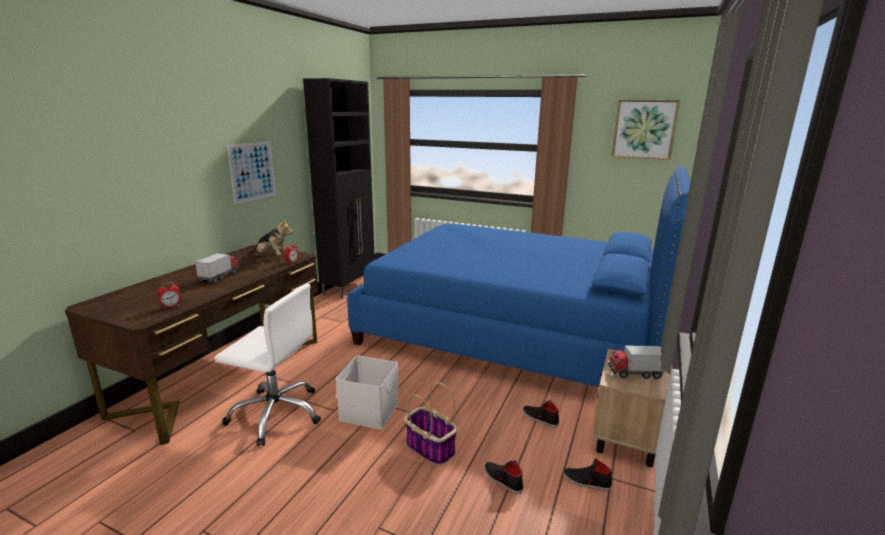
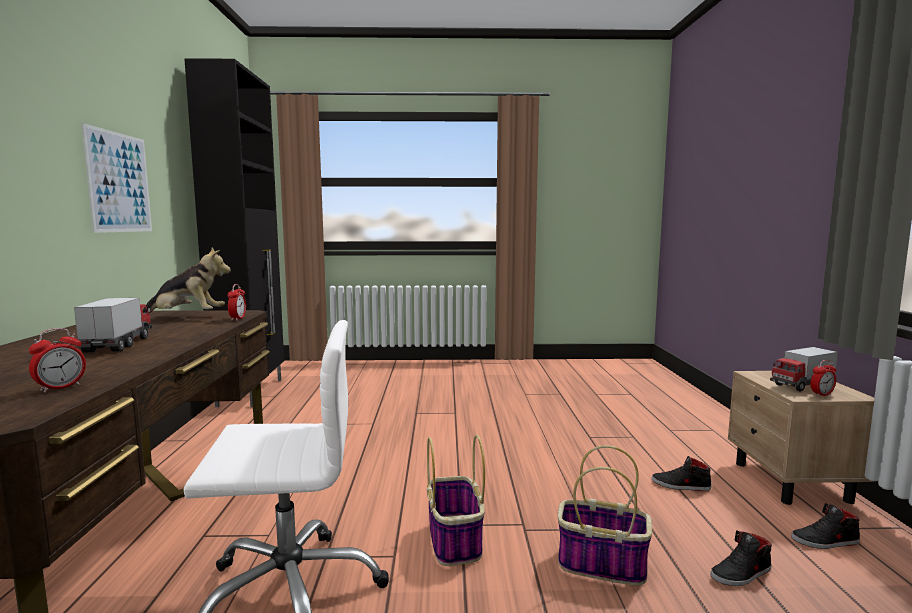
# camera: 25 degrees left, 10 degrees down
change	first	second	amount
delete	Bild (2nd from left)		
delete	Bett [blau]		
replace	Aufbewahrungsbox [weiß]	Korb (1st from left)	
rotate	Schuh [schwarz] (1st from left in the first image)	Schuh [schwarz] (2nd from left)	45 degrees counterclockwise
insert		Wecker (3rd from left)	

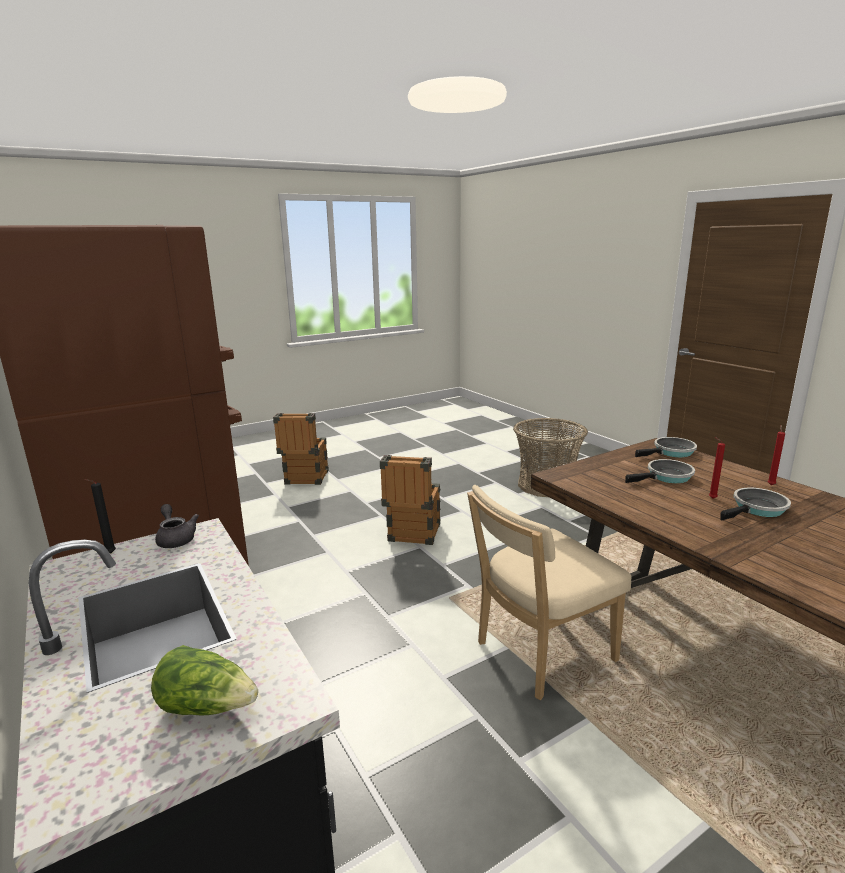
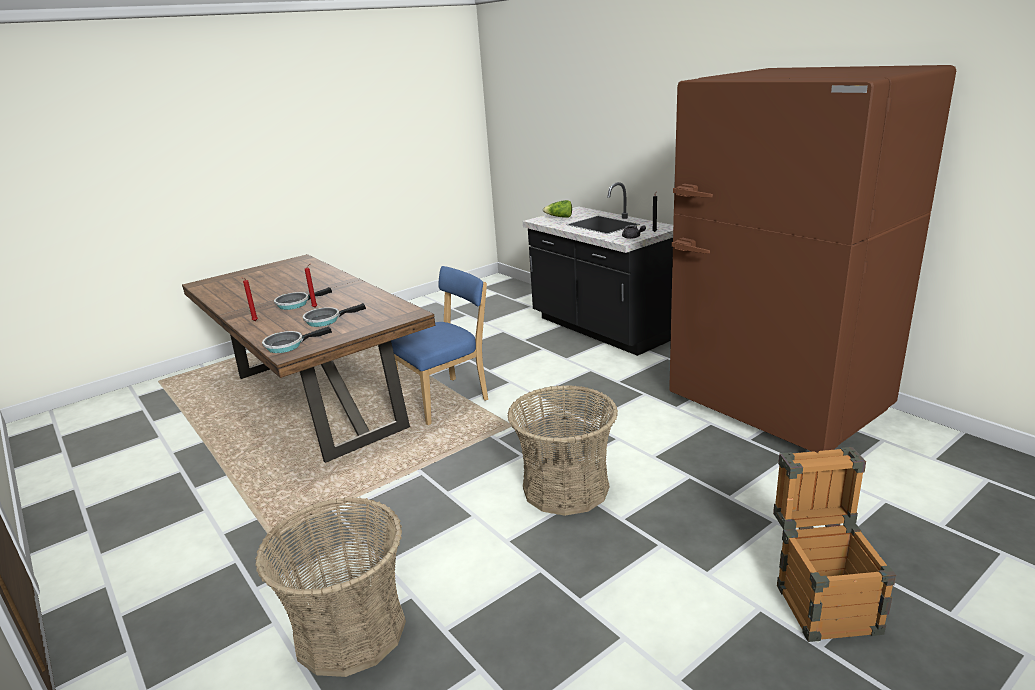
# camera: 175 degrees right, 5 degrees up
change	first	second	amount
replace	Kiste (2nd from left)	Korb (2nd from left)	
recolor	Stuhl [beige]	Stuhl [blau]	

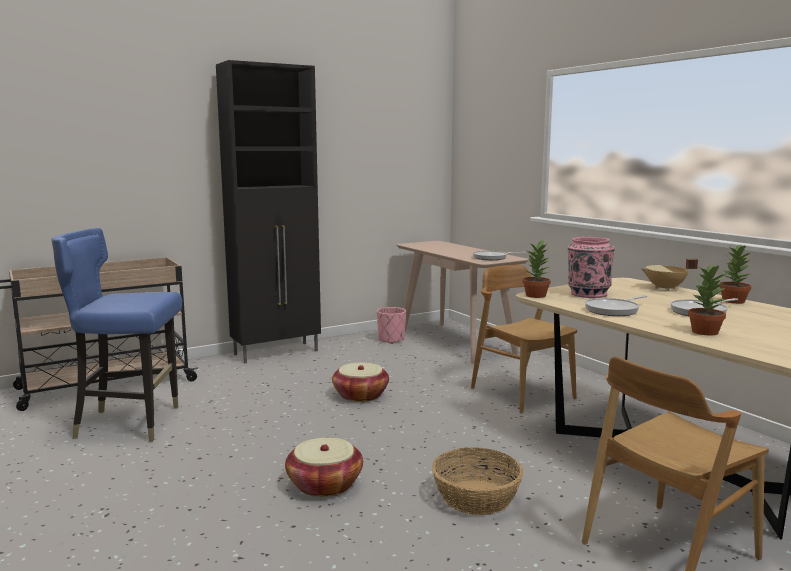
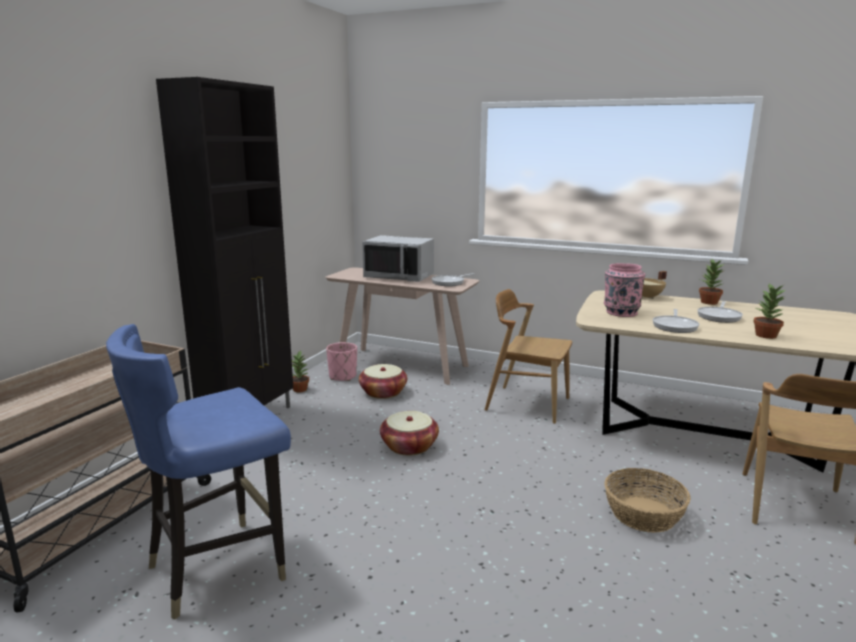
# camera: 35 degrees left, 5 degrees up
change	first	second	amount
move	Topfpflanze (1st from left)		
move	Korb (1st from left)		
insert		Mikrowelle [grau]	

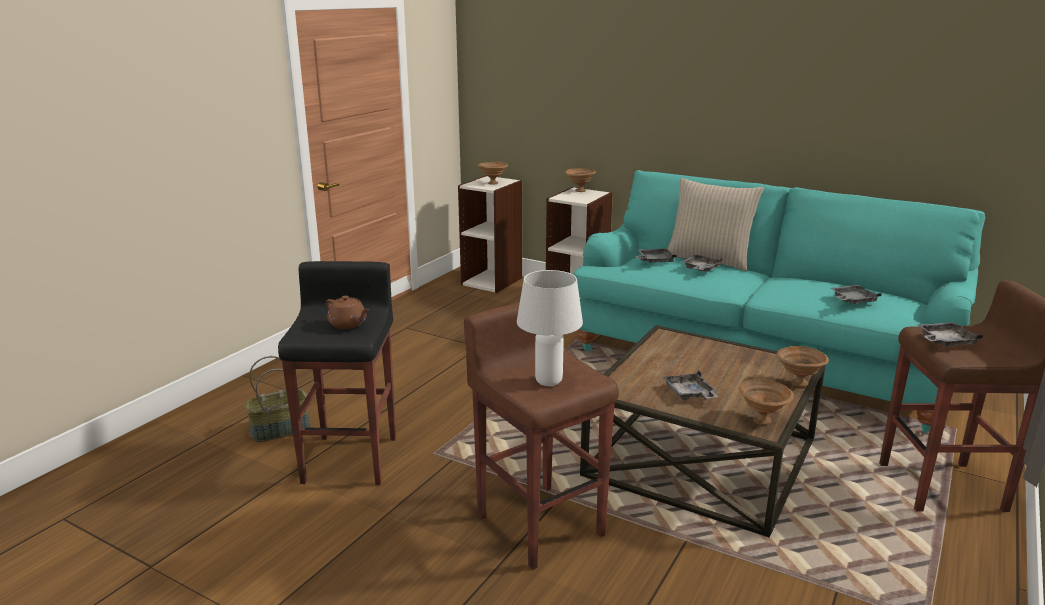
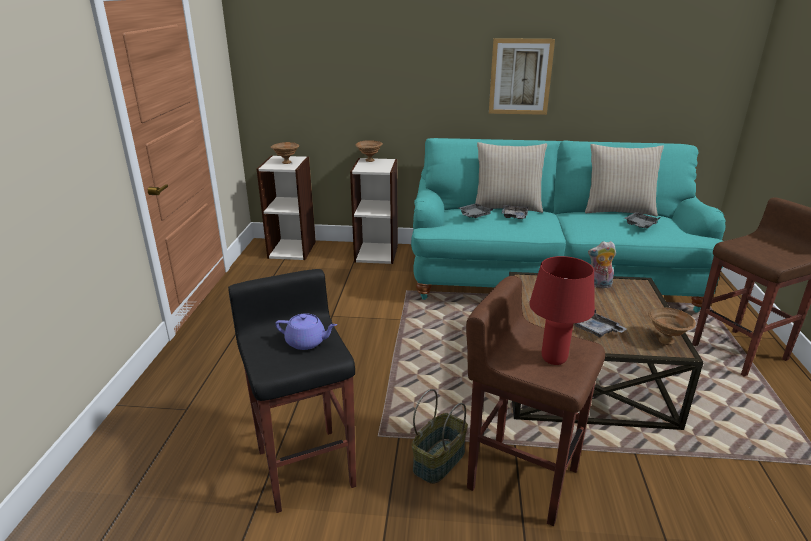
# camera: 25 degrees left, 5 degrees up
change	first	second	amount
recolor	Tischlampe [weiß]	Tischlampe [rot]	
recolor	Teekanne [braun]	Teekanne [lila]	
delete	Tablett [grau] (5th from left)		
delete	Schüssel [braun] (4th from left)		
move	Korb		
insert		Bild	
insert		Kissen [beige] (2nd from left)	
insert		Plüschtier	

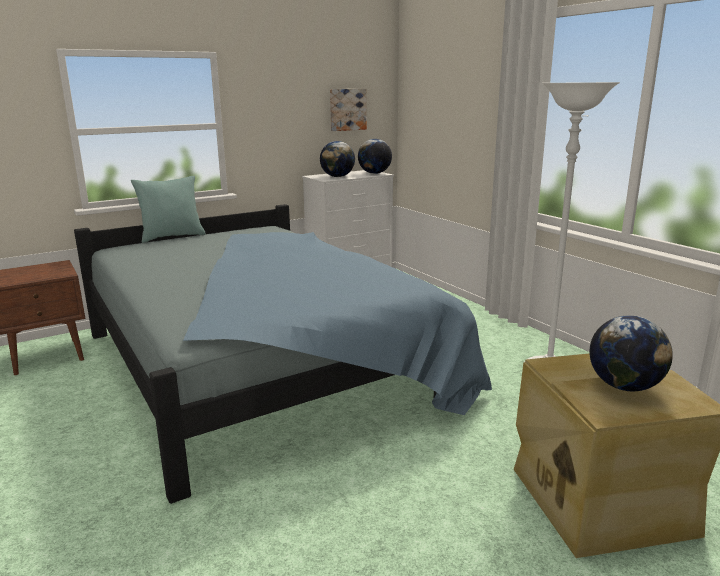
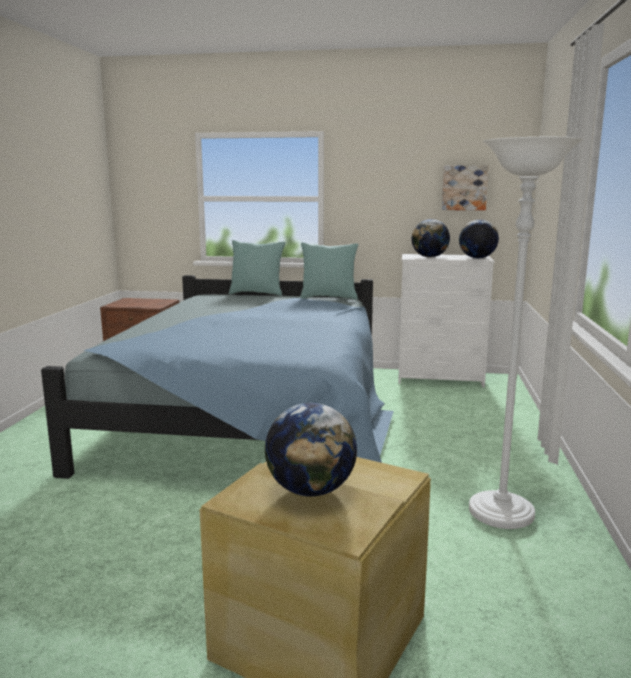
# camera: 40 degrees right, 5 degrees down
change	first	second	amount
insert		Kissen [türkis] (2nd from left)	

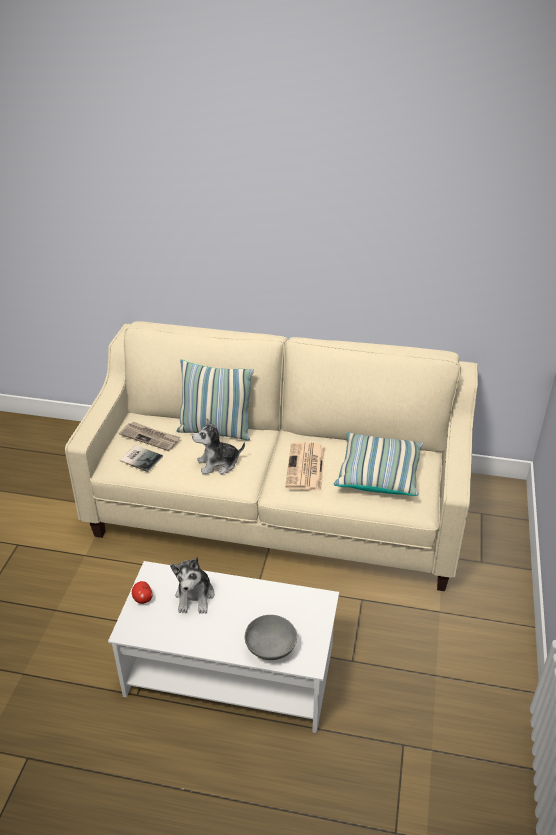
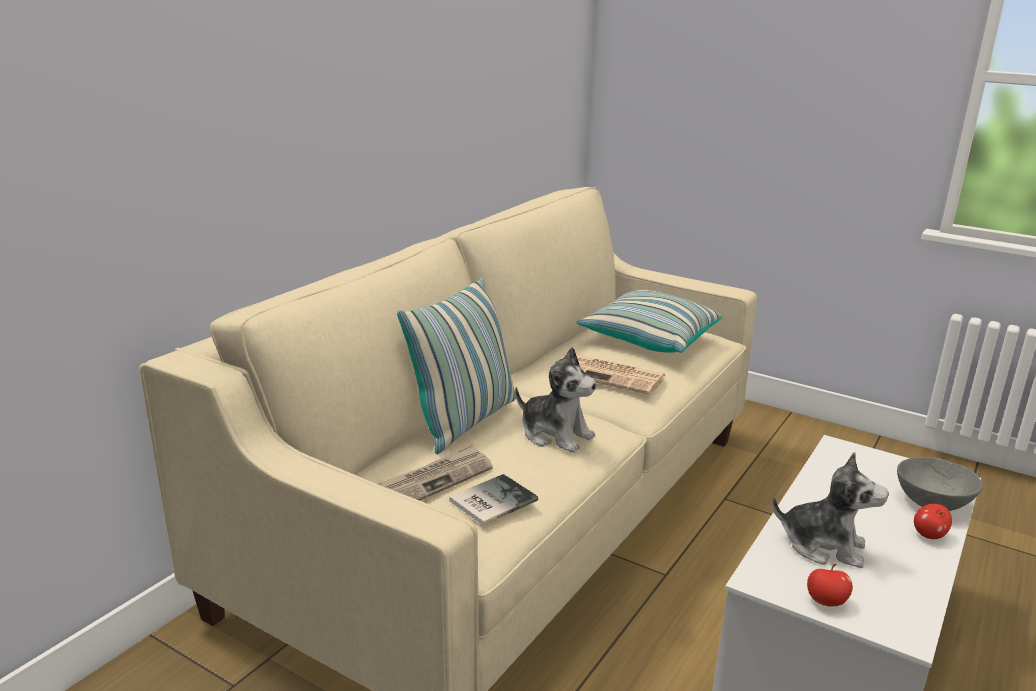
# camera: 70 degrees left, 15 degrees down
change	first	second	amount
rotate	Plüschtier (2nd from left in the first image)	Plüschtier (1st from left)	60 degrees counterclockwise
insert		Apfel (2nd from left)	

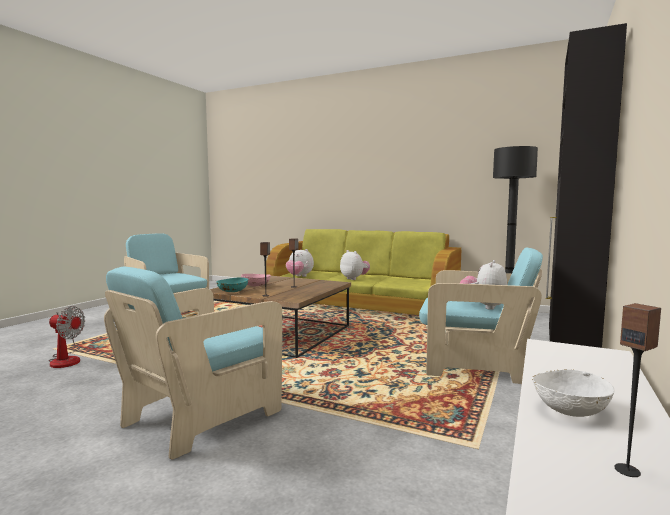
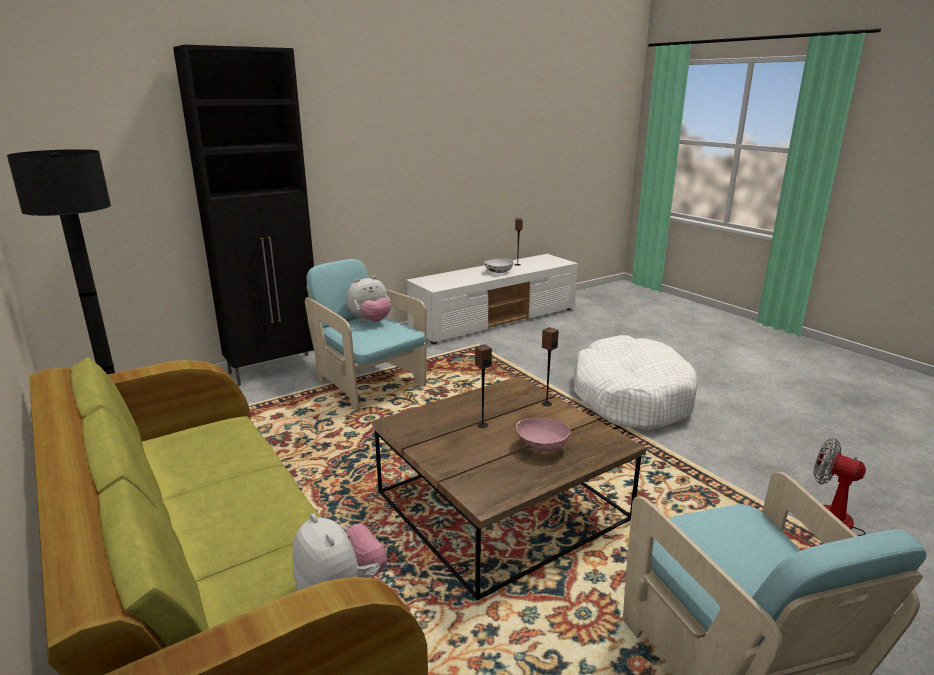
# camera: 150 degrees left, 15 degrees up
change	first	second	amount
delete	Plüschtier (2nd from left)		
replace	Sessel [türkis] (2nd from left)	Hundebett [weiß]	
delete	Schüssel [türkis]		

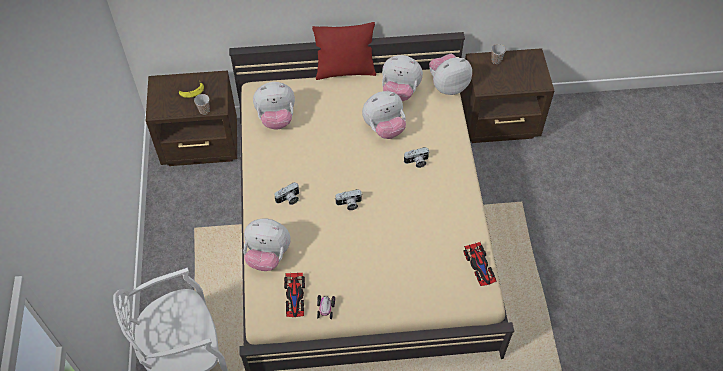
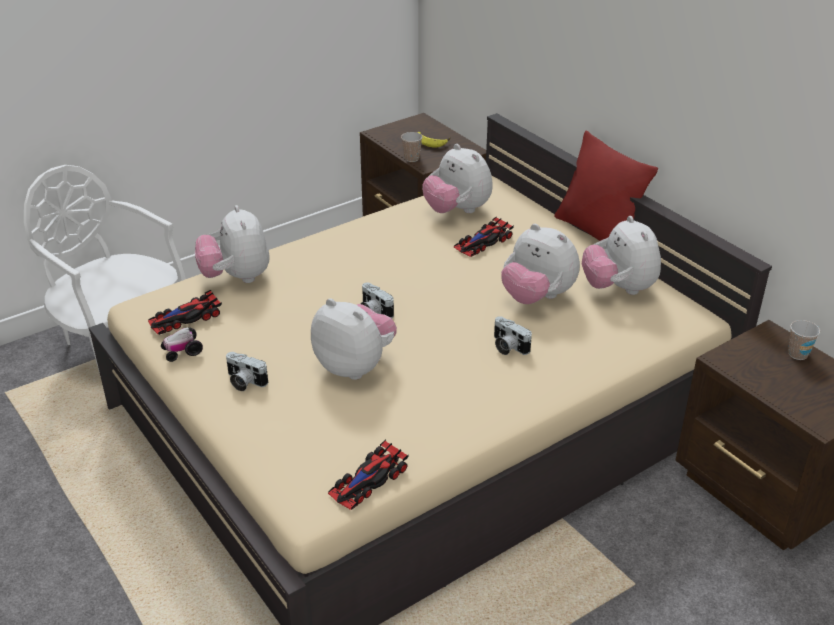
# camera: 60 degrees right, 20 degrees down
change	first	second	amount
move	Plüschtier (5th from left in the first image)	Plüschtier (2nd from left)	
move	Kamera (1st from left)		
insert		Spielzeugauto (4th from left)	

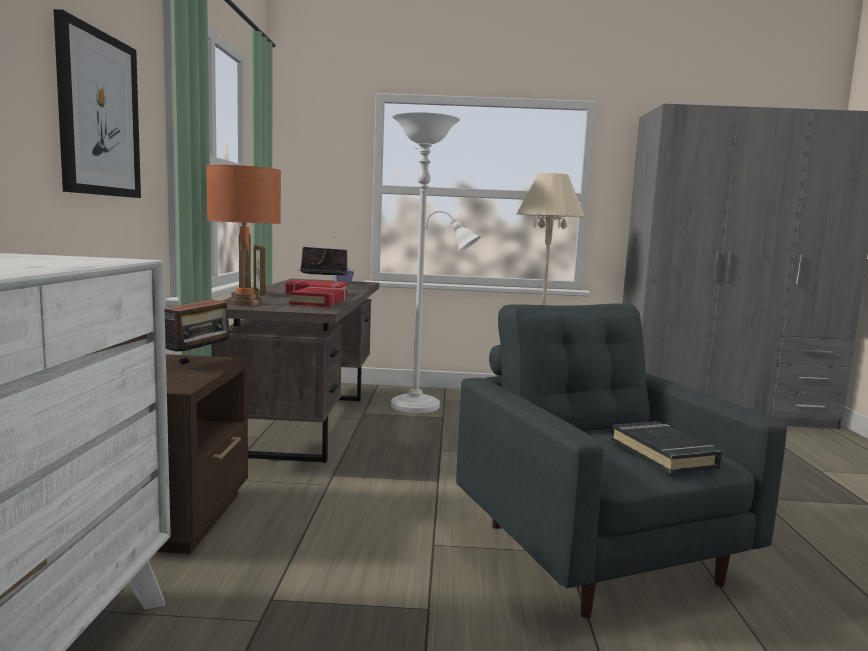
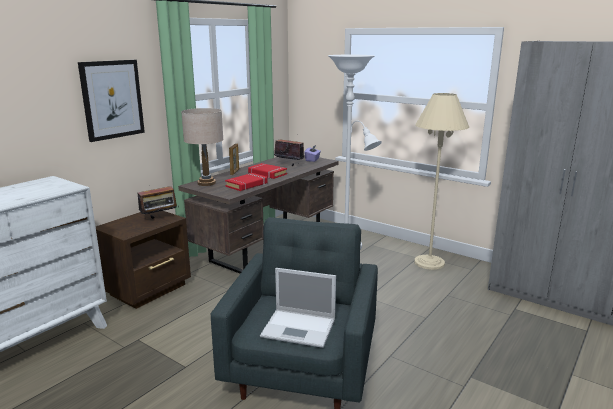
# camera: 35 degrees right, 10 degrees up
change	first	second	amount
recolor	Tischlampe [orange]	Tischlampe [beige]	
replace	Buch [schwarz]	Laptop	

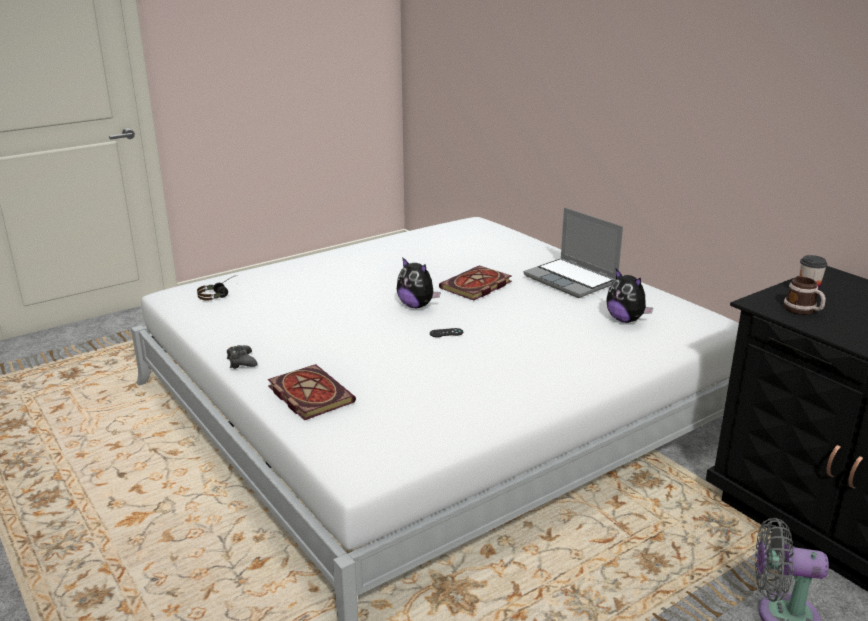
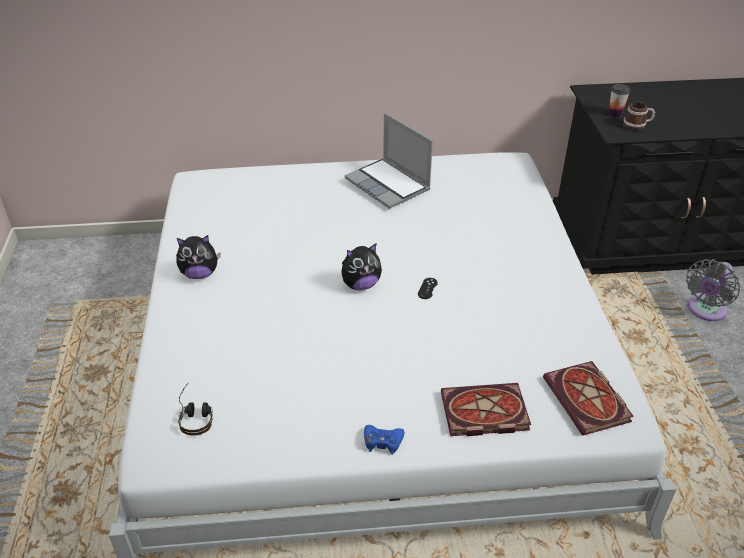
# camera: 60 degrees left, 15 degrees up
change	first	second	amount
rotate	Laptop		60 degrees clockwise
move	Buch (2nd from left)		
move	Plüschtier (2nd from left in the first image)	Plüschtier (1st from left)	
recolor	Gamepad [schwarz] (1st from left)	Gamepad [blau]	

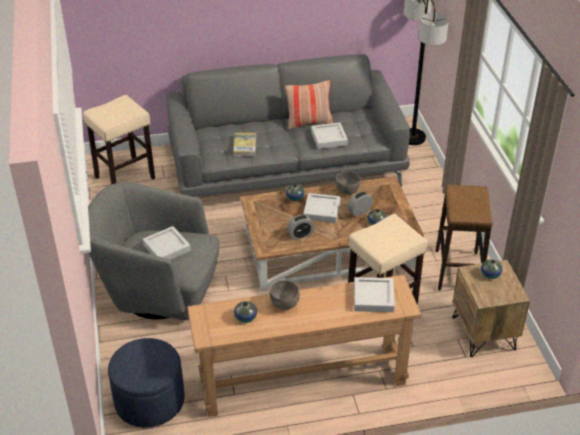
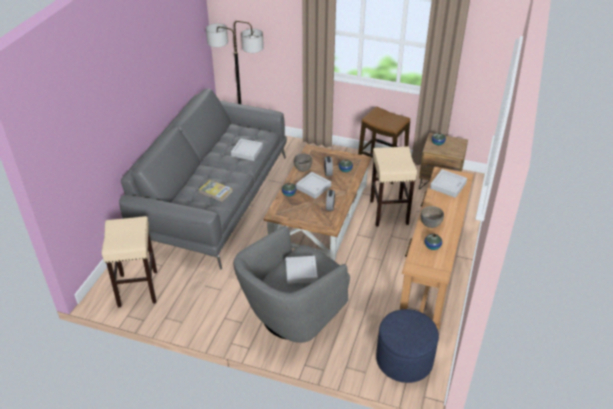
# camera: 60 degrees left, 0 degrees up
change	first	second	amount
delete	Kissen		

